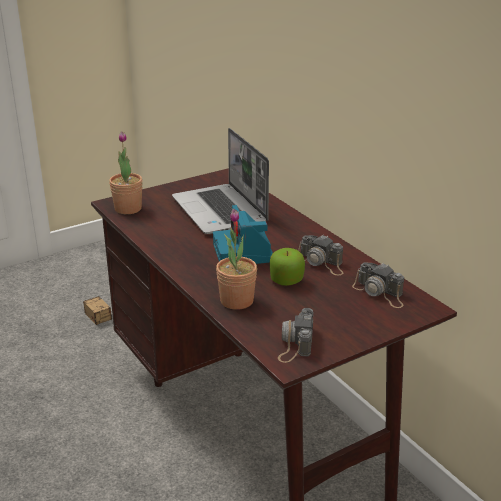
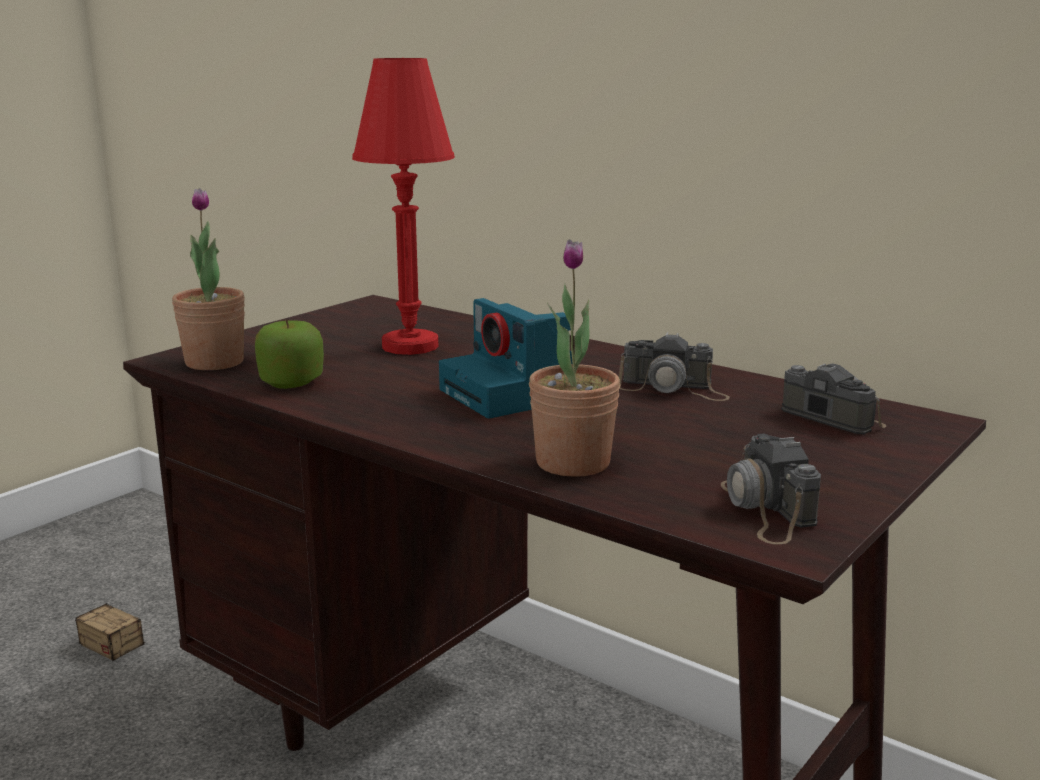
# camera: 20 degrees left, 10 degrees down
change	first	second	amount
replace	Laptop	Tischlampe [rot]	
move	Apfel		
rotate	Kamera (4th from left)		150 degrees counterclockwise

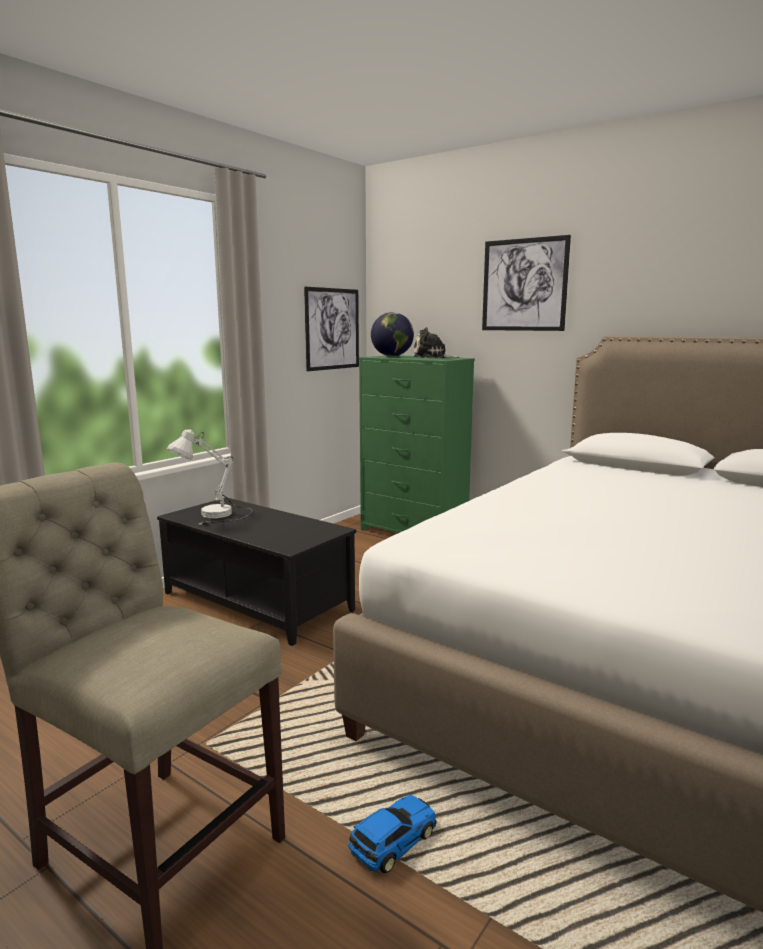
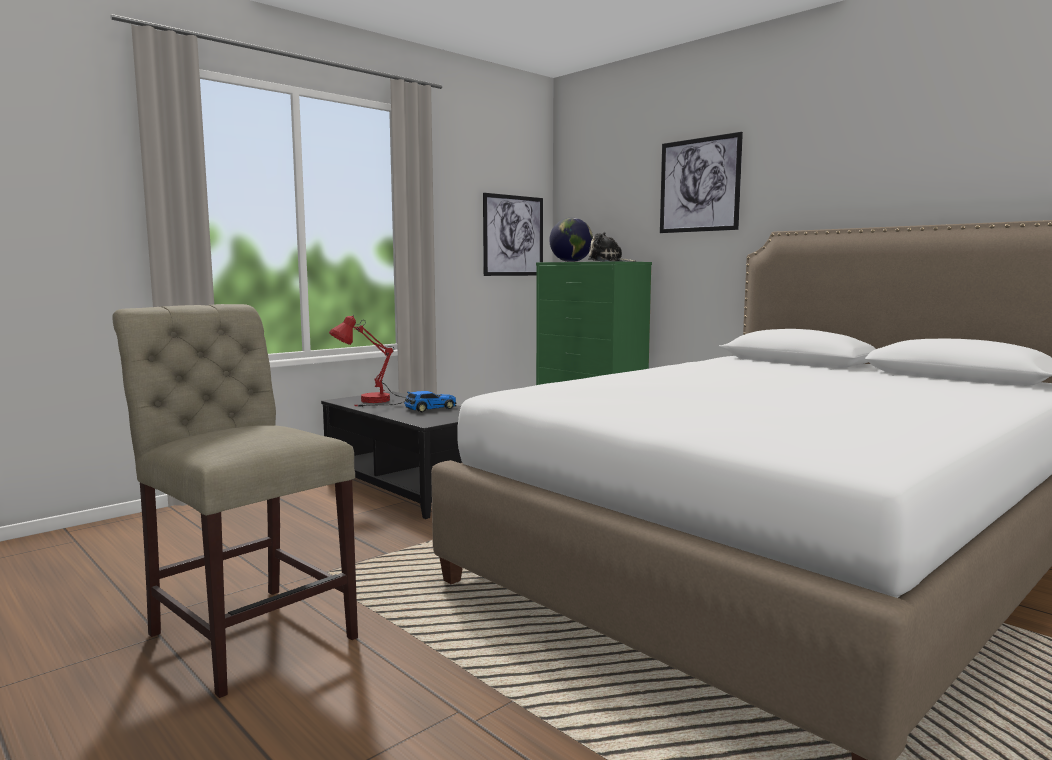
# camera: 10 degrees right, 5 degrees down
change	first	second	amount
recolor	Tischlampe [weiß]	Tischlampe [rot]	
move	Spielzeugauto		

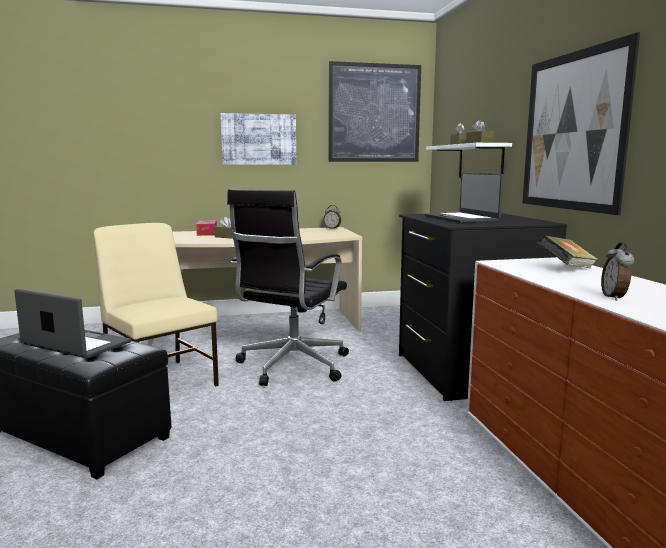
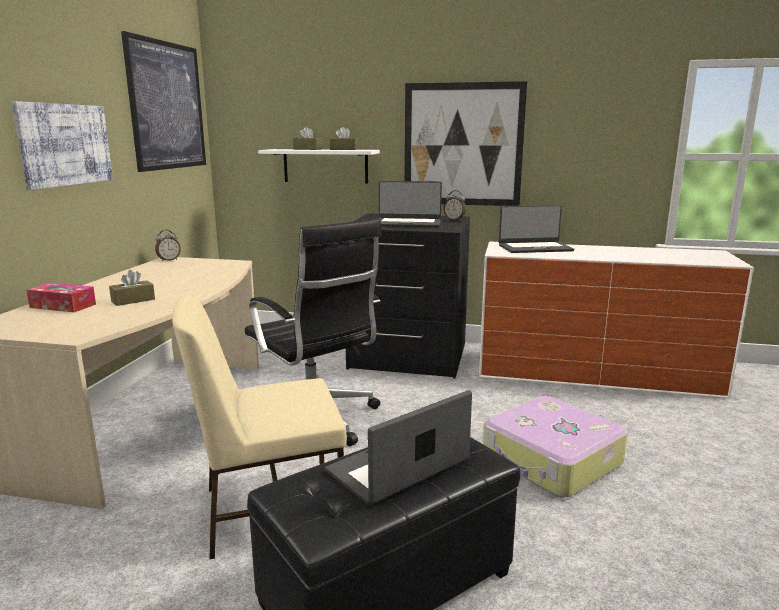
# camera: 65 degrees left, 5 degrees up
change	first	second	amount
replace	Buch	Laptop (3rd from left)	
move	Wecker (2nd from left)		
insert		Koffer	

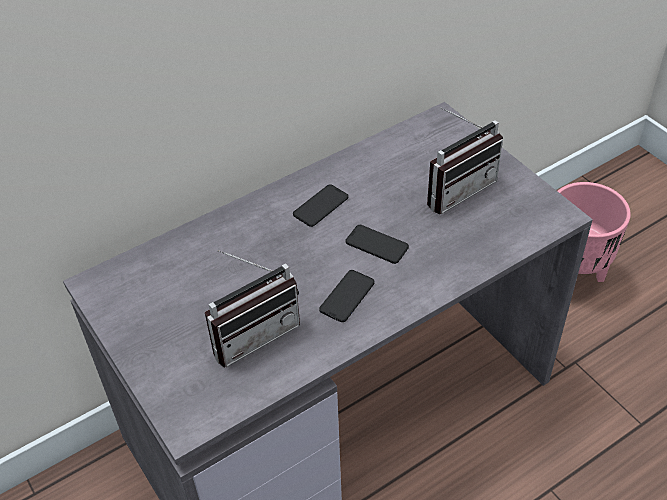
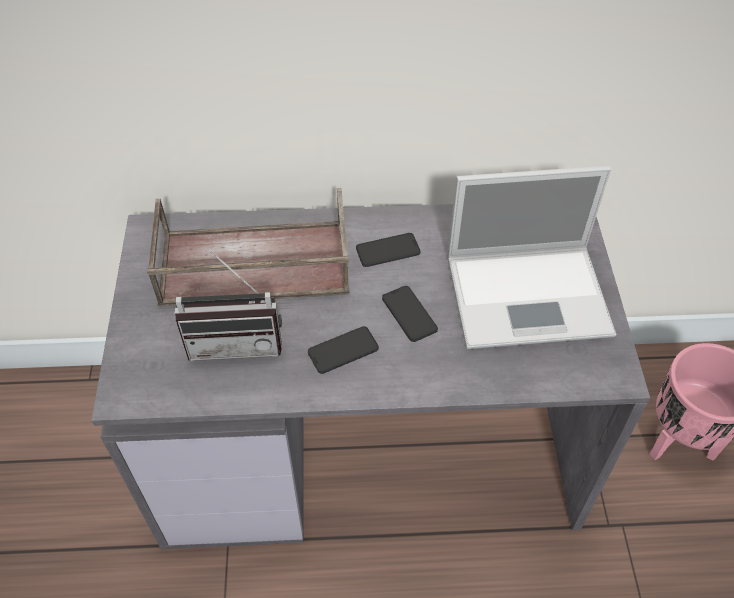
# camera: 30 degrees right, 5 degrees up
change	first	second	amount
replace	Radio (2nd from left)	Laptop	
insert		Tablett [braun]	

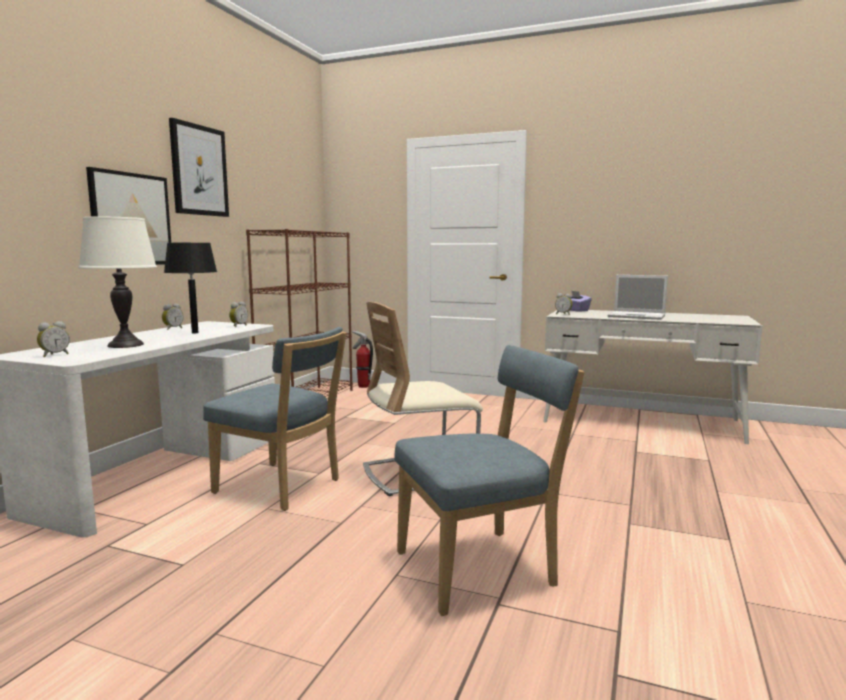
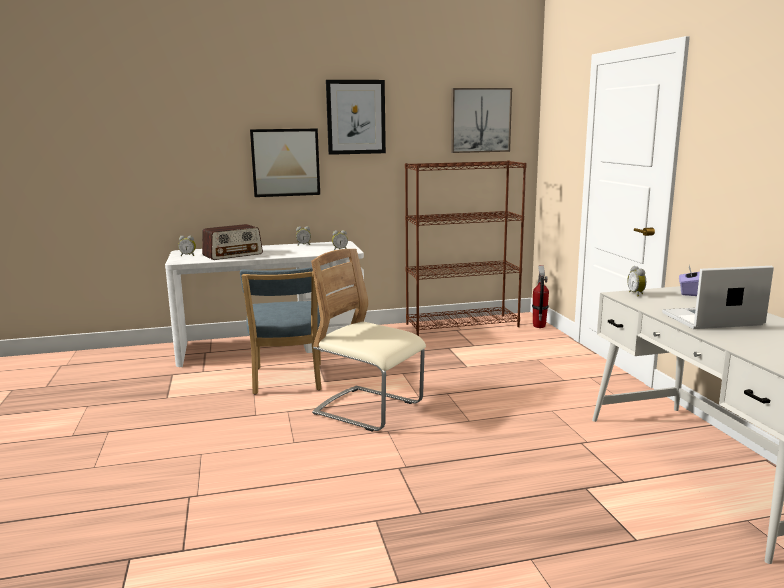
# camera: 55 degrees right, 5 degrees up
change	first	second	amount
replace	Tischlampe [weiß]	Radio	
delete	Tischlampe [schwarz]		
rotate	Laptop		90 degrees clockwise
delete	Stuhl [blau] (2nd from left)		
insert		Bild (3rd from left)	

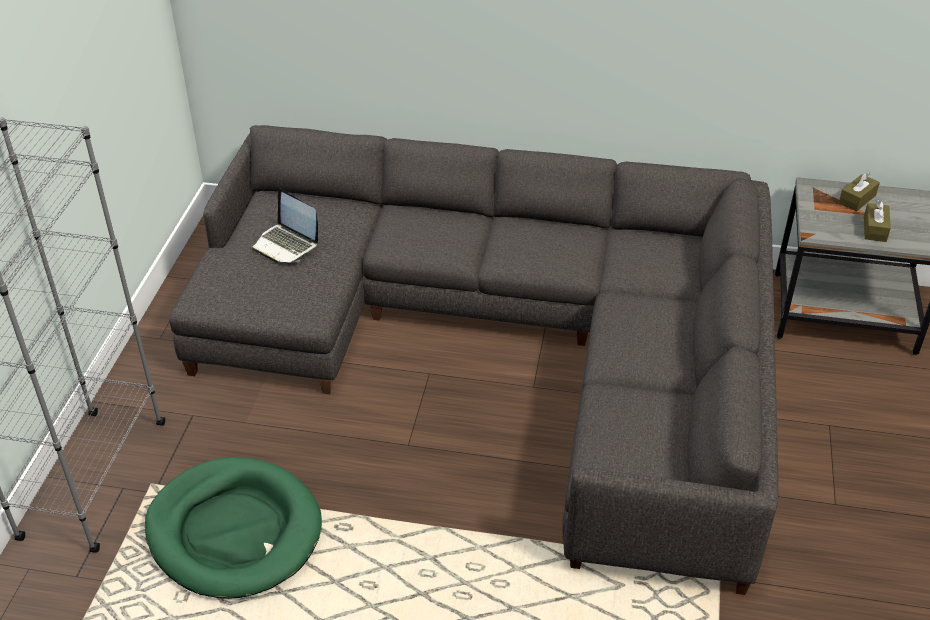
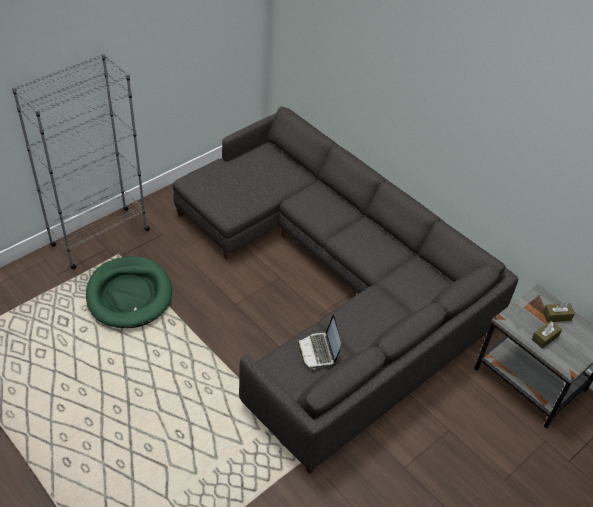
# camera: 35 degrees right, 5 degrees up
change	first	second	amount
move	Laptop		

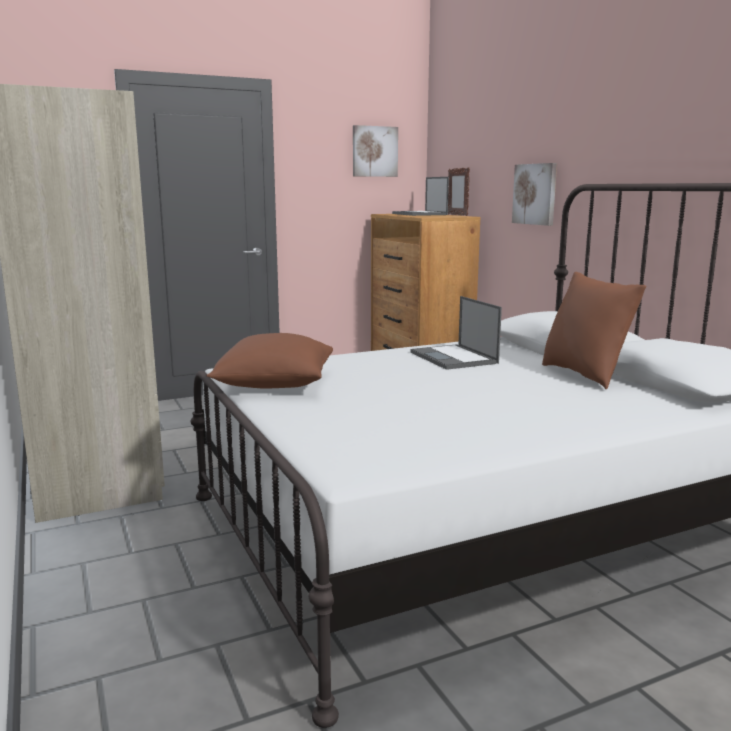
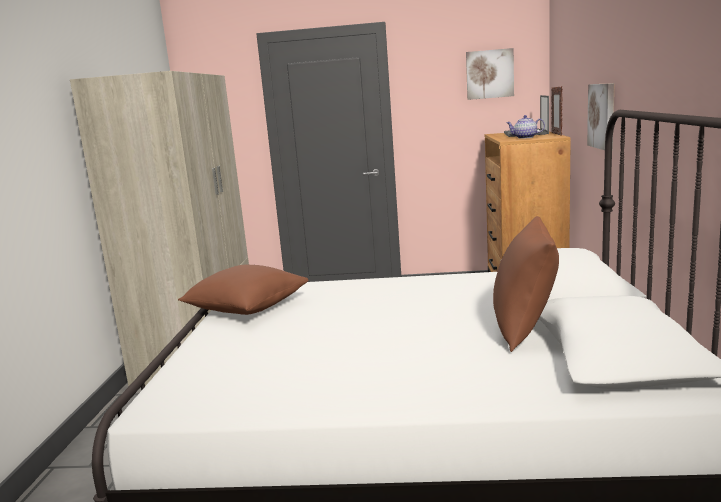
# camera: 30 degrees right, 0 degrees up
change	first	second	amount
delete	Laptop (2nd from left)		
insert		Teekanne	

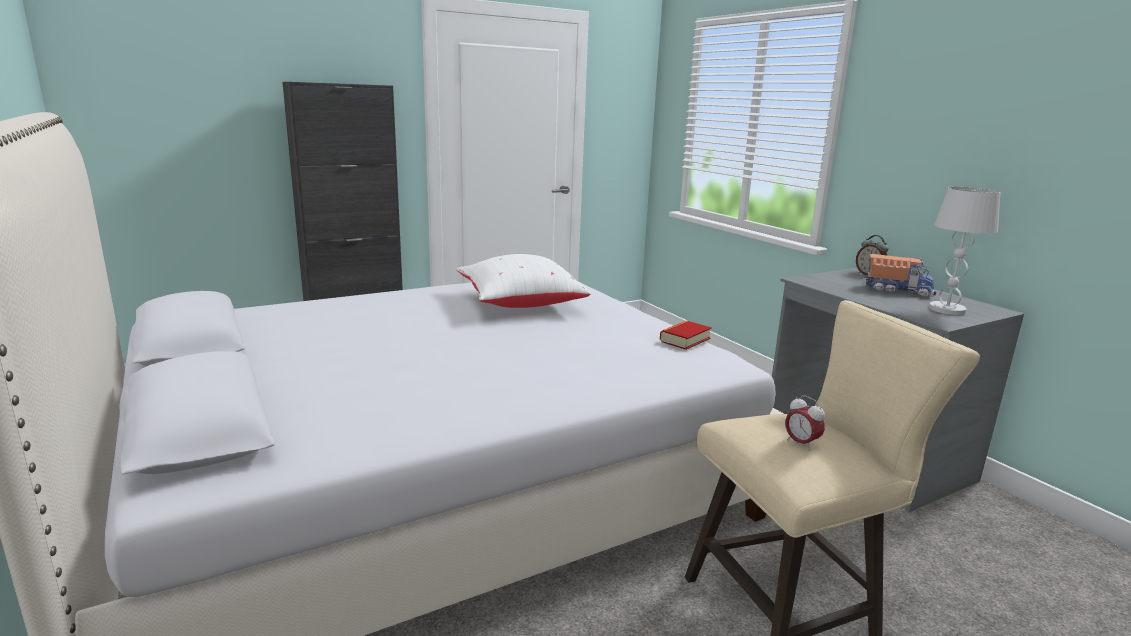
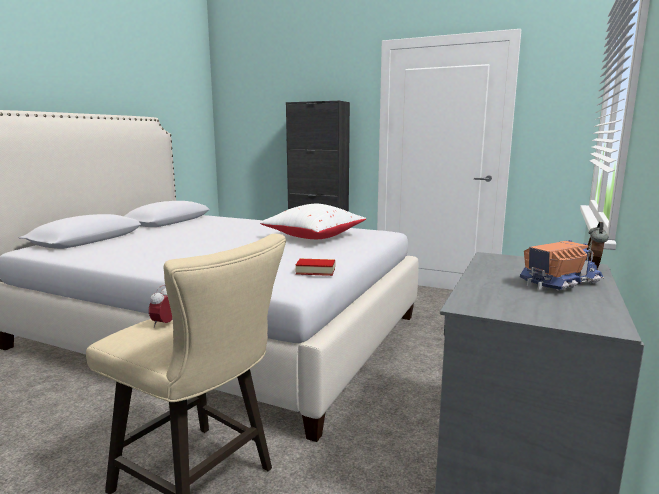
# camera: 55 degrees right, 5 degrees down
change	first	second	amount
delete	Tischlampe [weiß]		
rotate	Spielzeuglaster		105 degrees counterclockwise

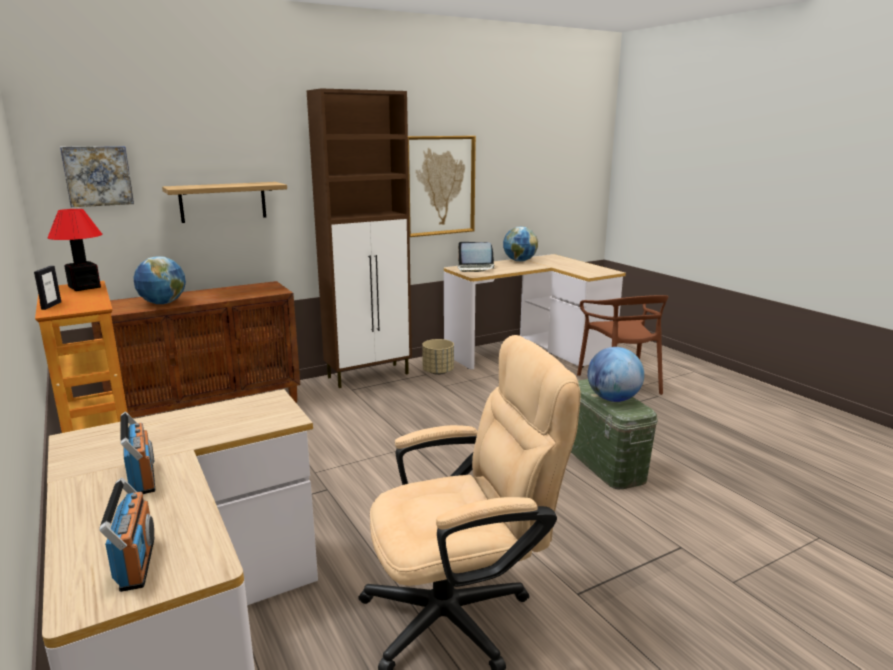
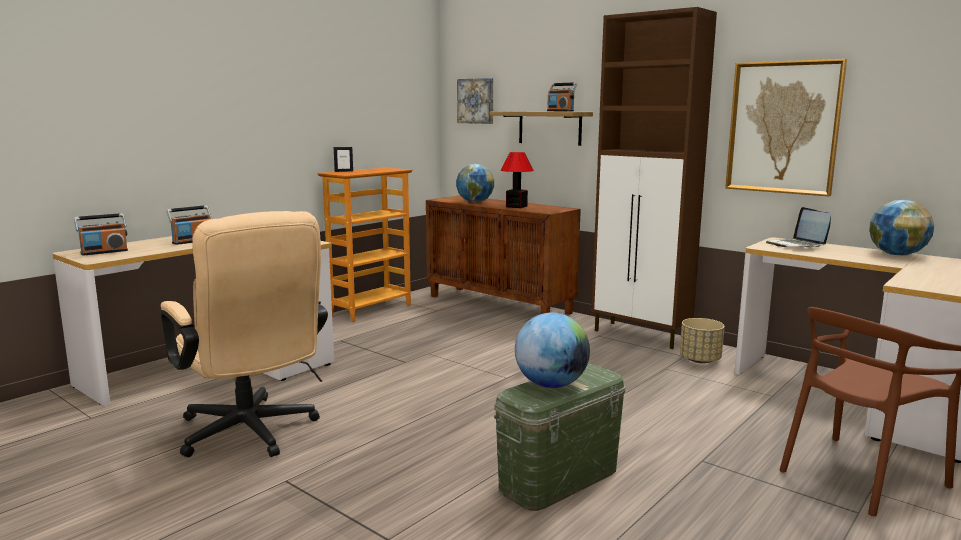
# camera: 70 degrees right, 5 degrees down
change	first	second	amount
move	Tischlampe		
insert		Radio (3rd from left)	

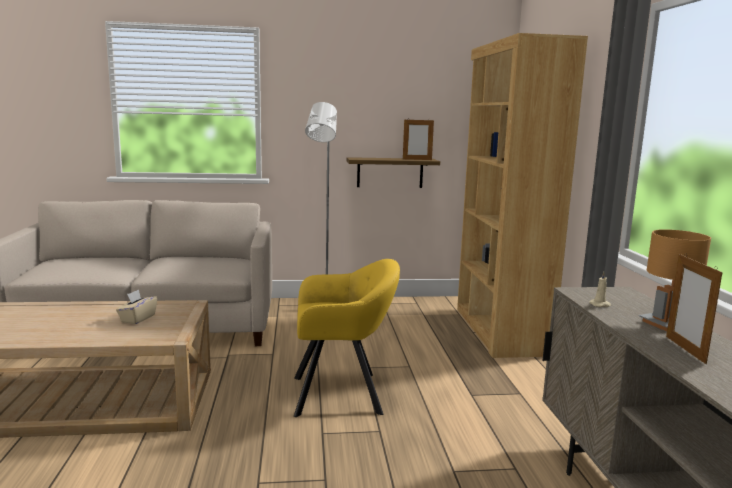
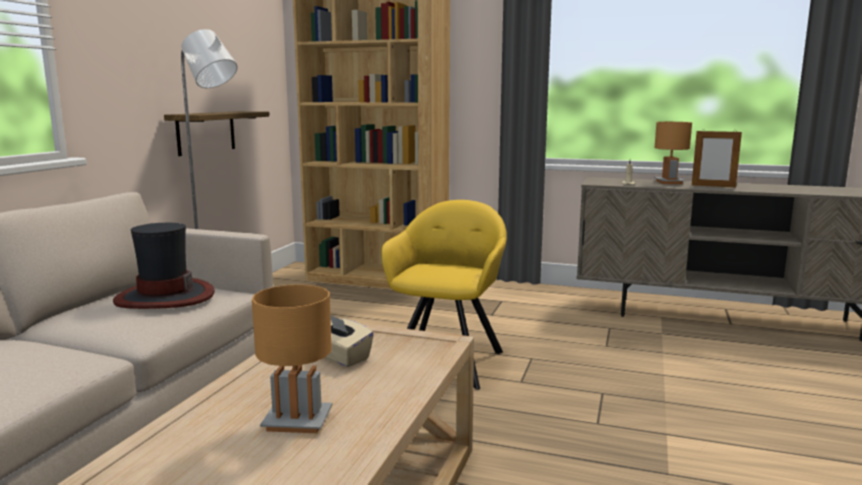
# camera: 65 degrees left, 0 degrees up
change	first	second	amount
delete	Bilderrahmen (1st from left)		
insert		Hut	
insert		Tischlampe [braun] (1st from left)	

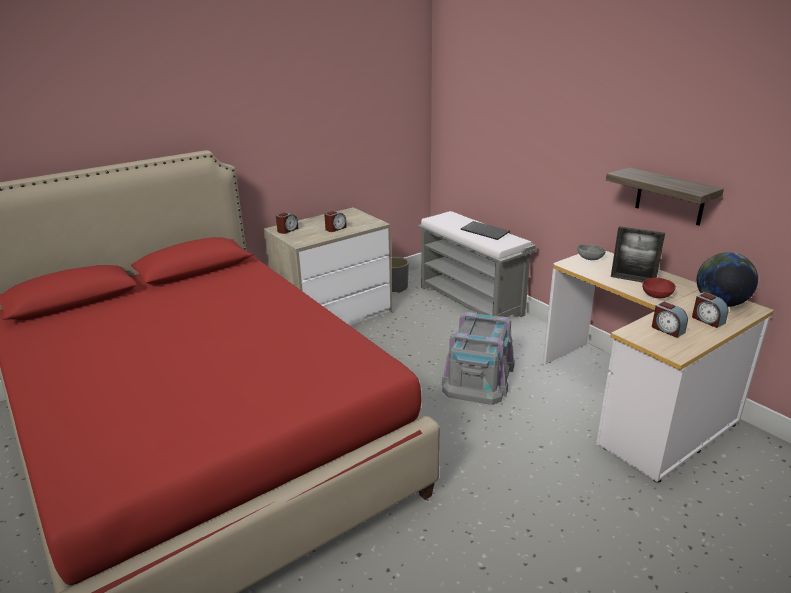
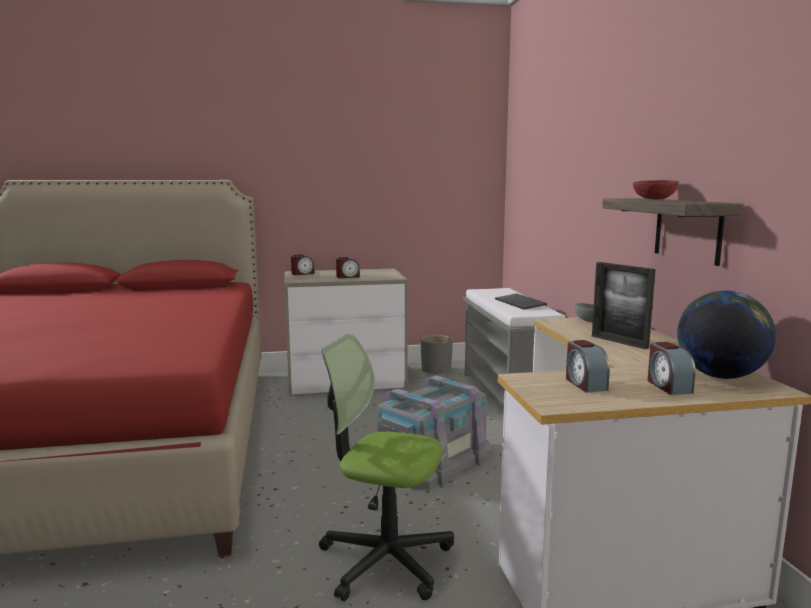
# camera: 25 degrees right, 15 degrees down
change	first	second	amount
move	Schüssel [rot]		
insert		Bürostuhl	

